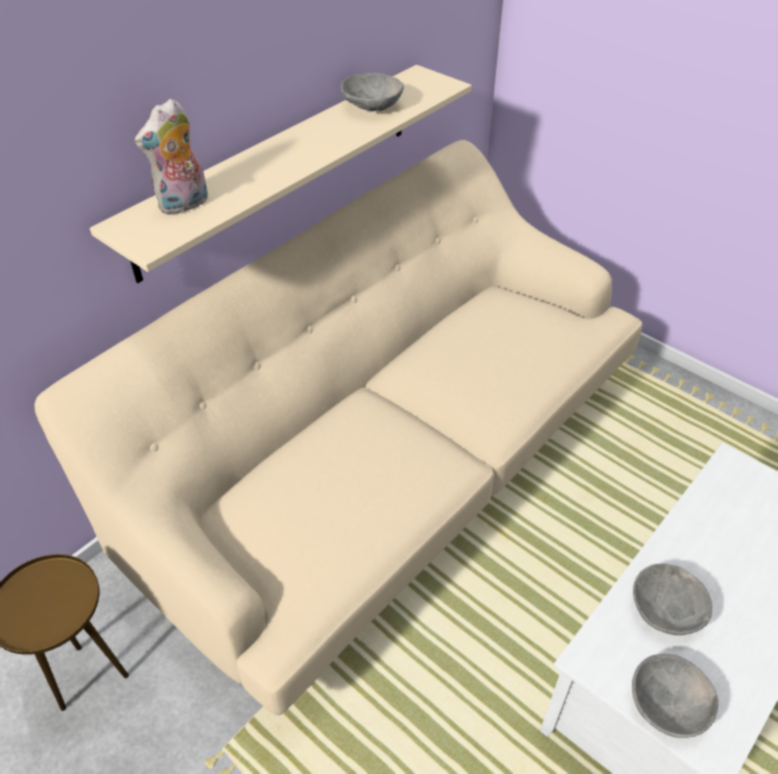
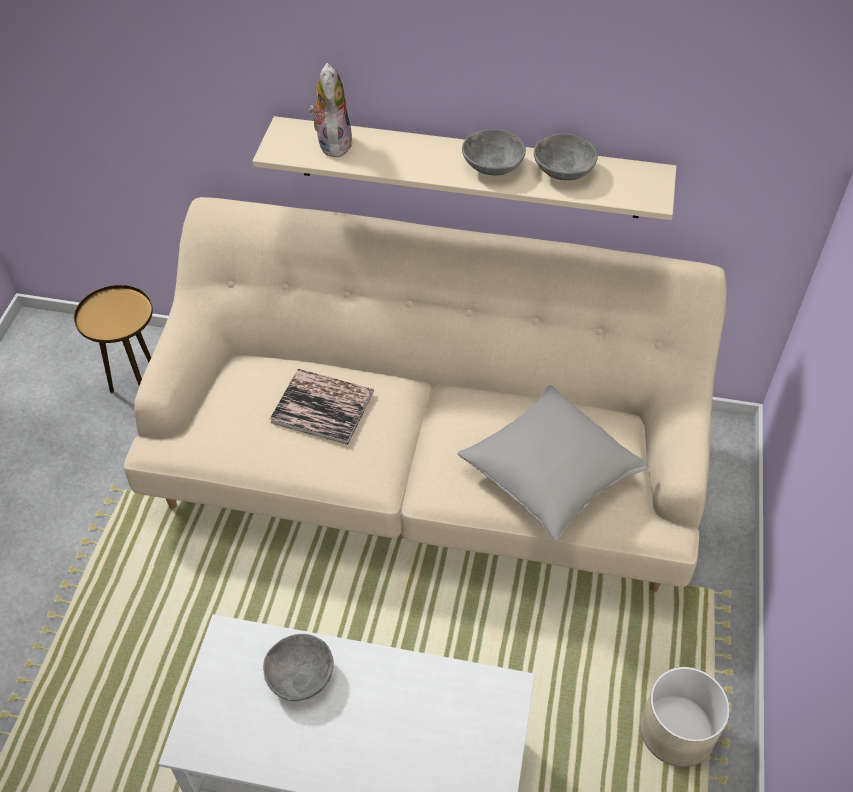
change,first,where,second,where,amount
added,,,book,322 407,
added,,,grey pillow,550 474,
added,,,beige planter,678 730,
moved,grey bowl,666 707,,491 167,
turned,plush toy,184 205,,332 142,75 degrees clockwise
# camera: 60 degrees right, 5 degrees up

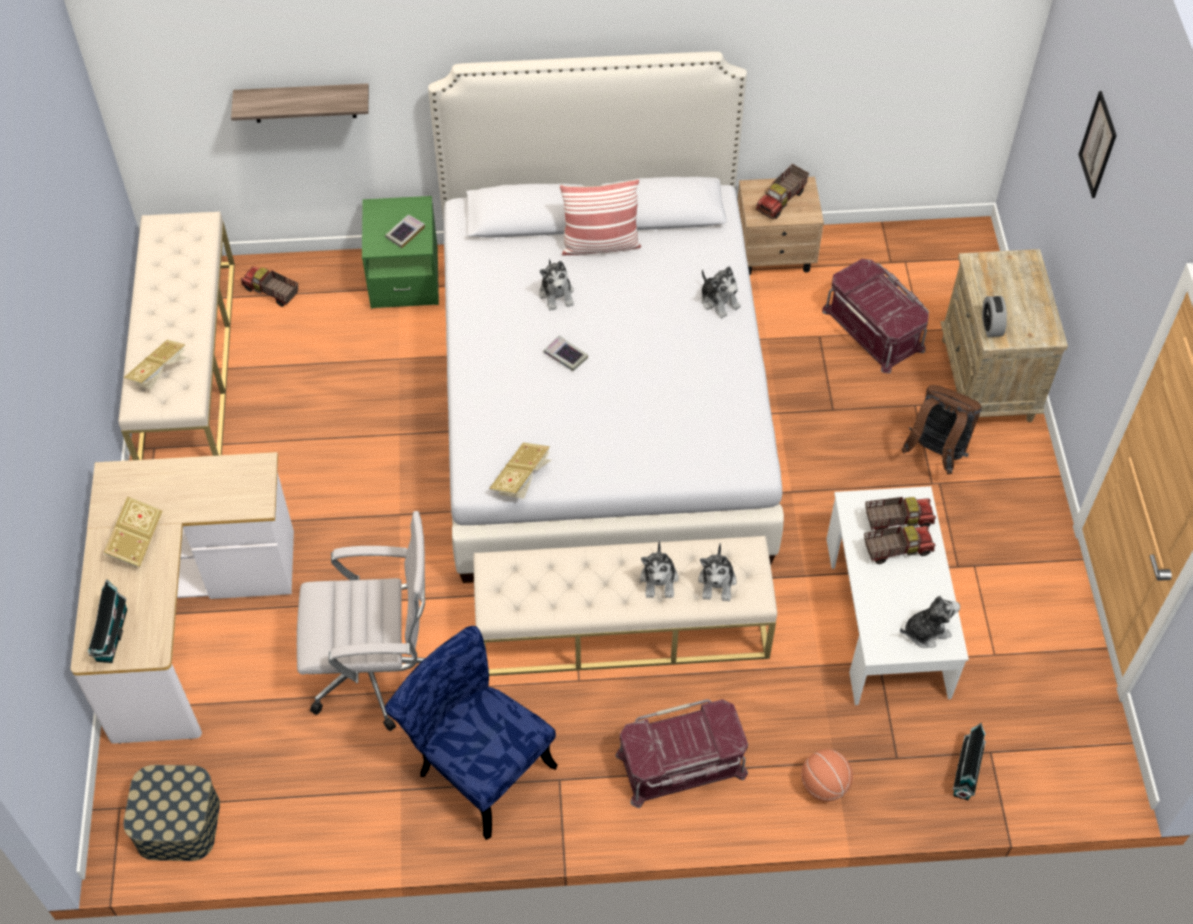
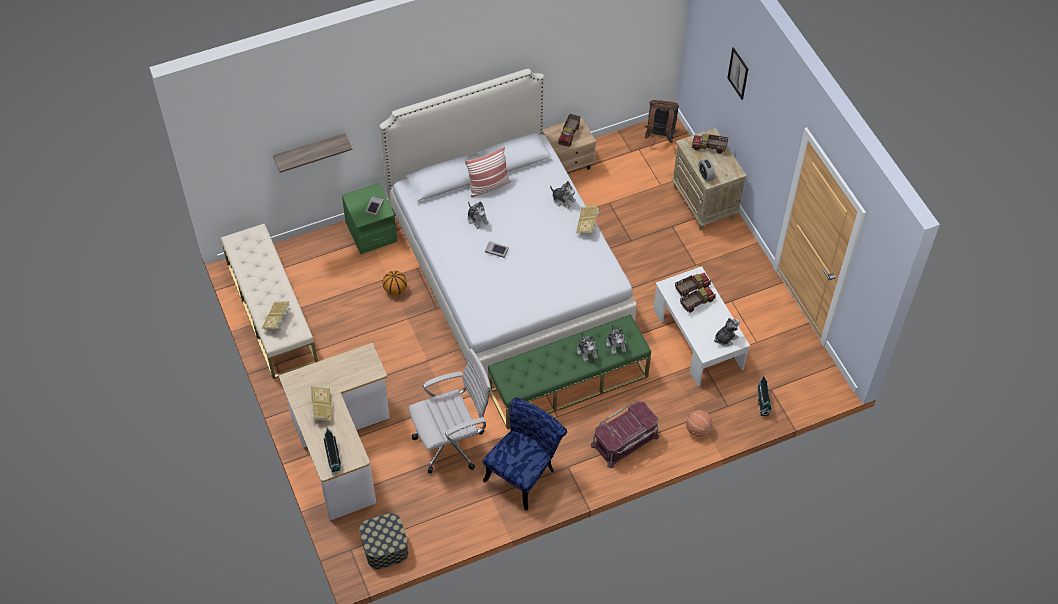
change,first,where,second,where,amount
removed,red storage box,874 328,,,
added,,,basketball,395 289,
moved,toy truck,271 292,,709 147,
moved,book,522 479,,588 225,
moved,brown backpack,935 453,,659 135,
recoloured,beige bench,623 627,green bench,568 383,
turned,blue chair,477 765,,524 472,105 degrees clockwise
# camera: 20 degrees left, 0 degrees up

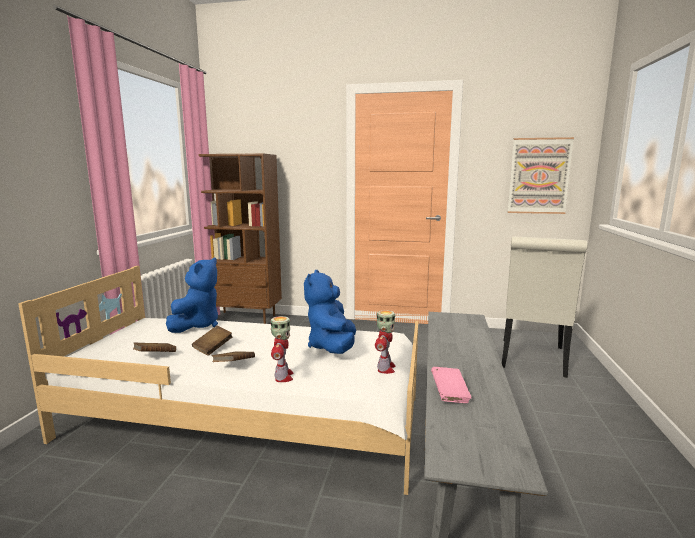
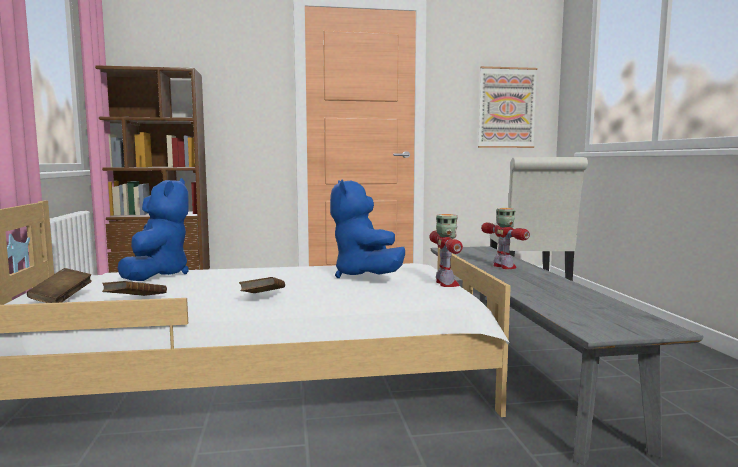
change,first,where,second,where,amount
removed,pink book,450 394,,,
moved,brown book,213 348,,61 299,
moved,toy robot,283 377,,504 267,
# camera: 20 degrees left, 5 degrees down

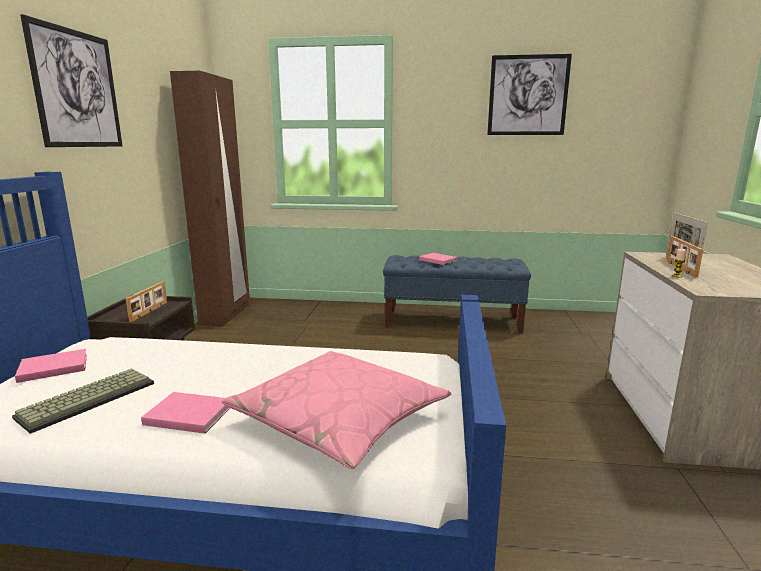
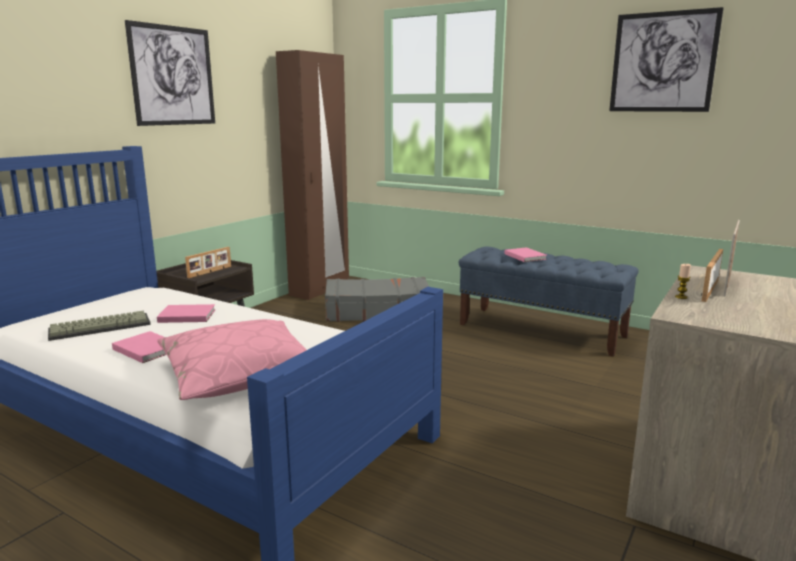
change,first,where,second,where,amount
added,,,grey suitcase,377 311,
moved,pink book,51 368,,186 316,
# camera: 25 degrees right, 0 degrees up

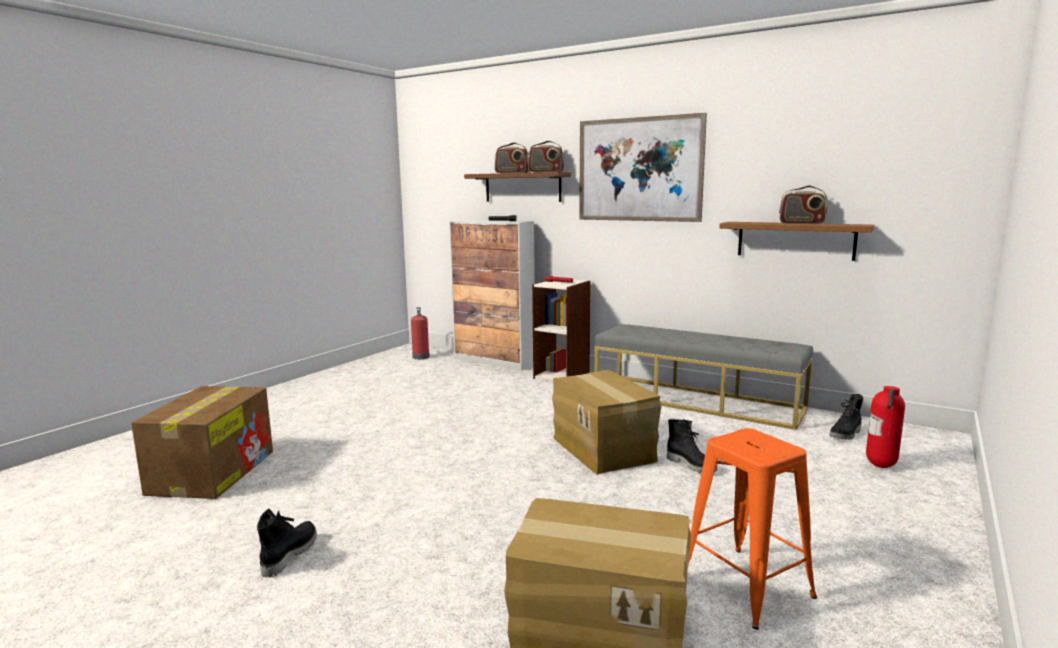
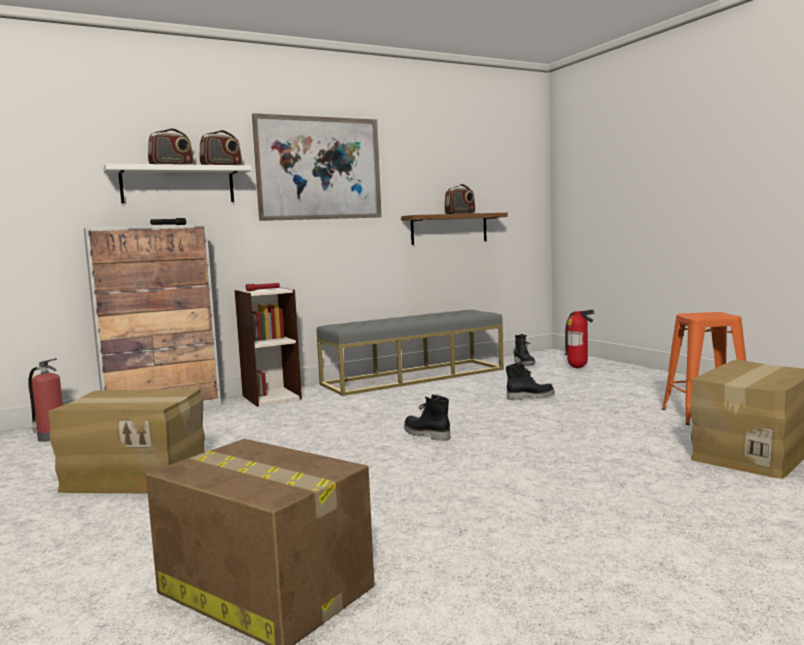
change,first,where,second,where,amount
moved,black boot,288 555,,425 435,
moved,cardboard box,604 449,,136 476,
recoloured,brown shelf,522 187,white shelf,178 185,
# camera: 60 degrees left, 5 degrees down

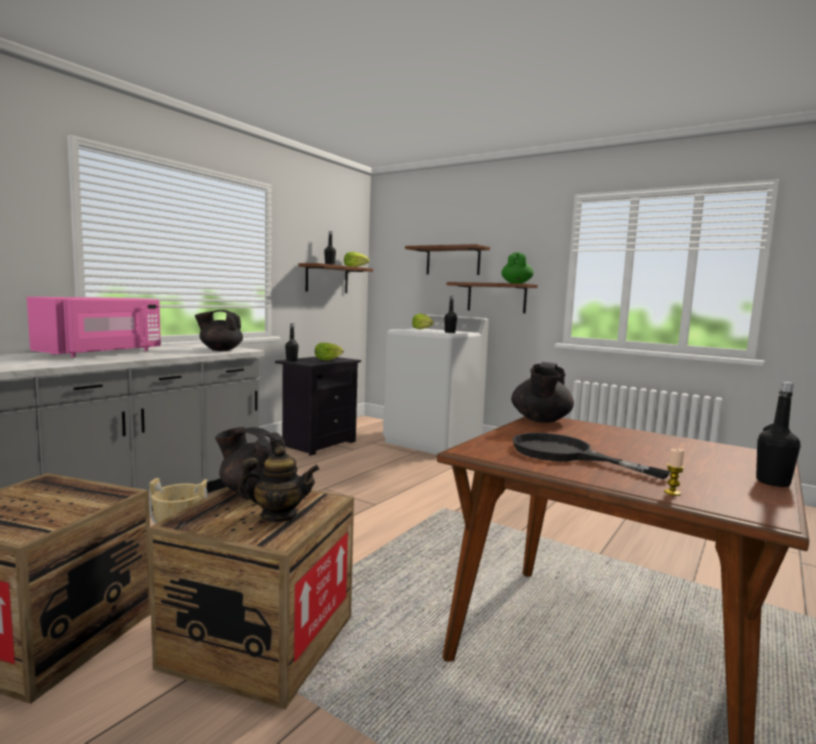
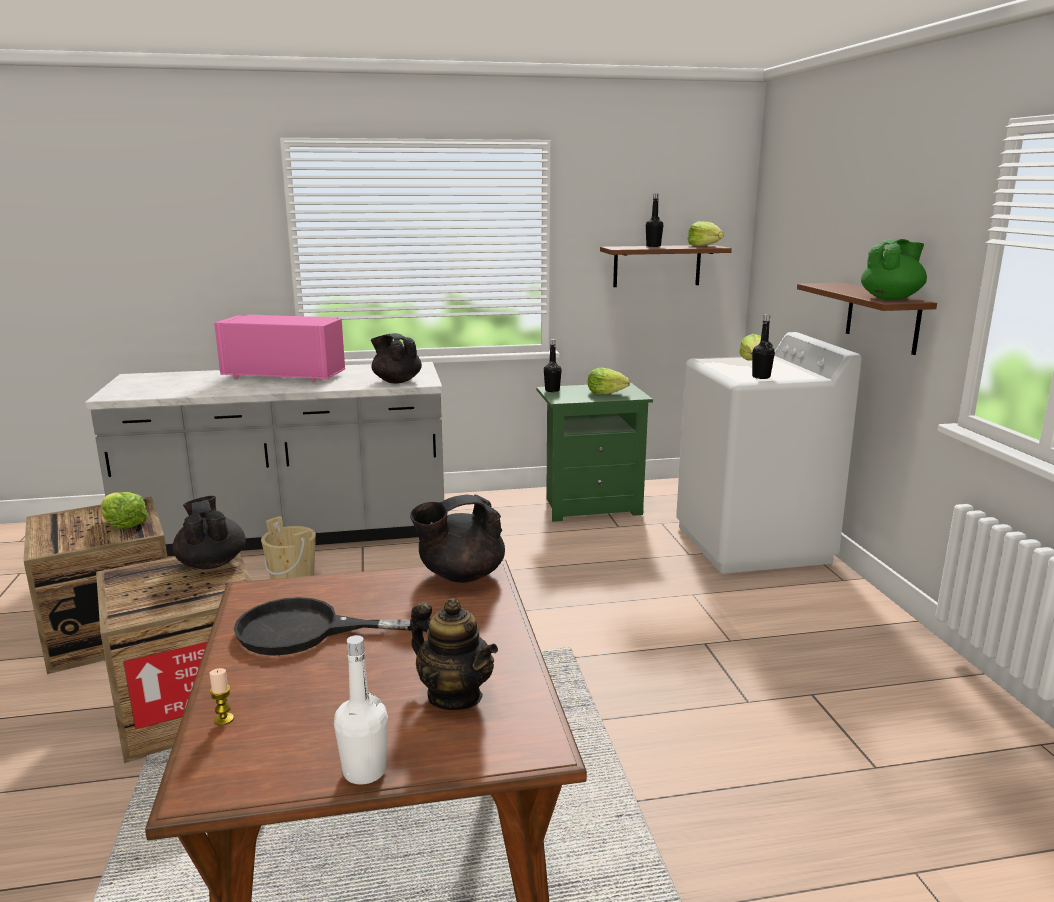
change,first,where,second,where,amount
removed,brown shelf,453 261,,,
added,,,lettuce,124 524,
moved,teapot,279 516,,455 696,
recoloured,black nightstand,318 443,green nightstand,590 506,
recoloured,black bottle,772 482,white bottle,364 771,
turned,pink microwave,103 352,,286 375,150 degrees counterclockwise
turned,black frying pan,564 454,,307 631,90 degrees counterclockwise
# camera: 45 degrees right, 10 degrees up

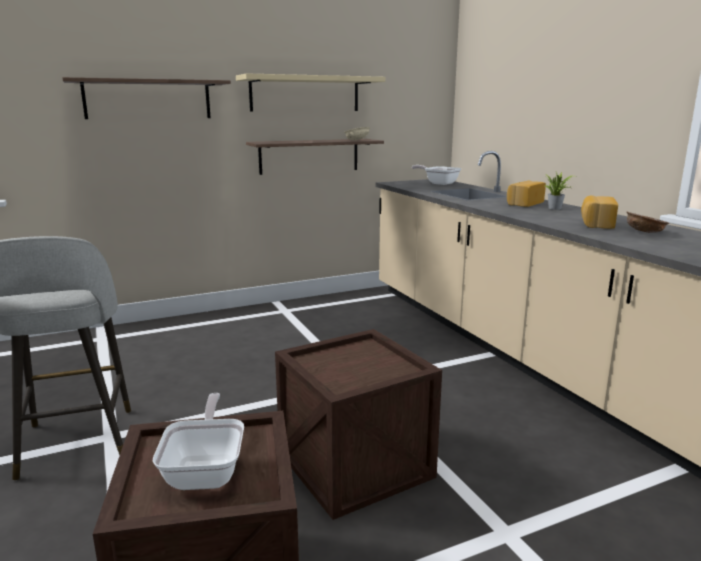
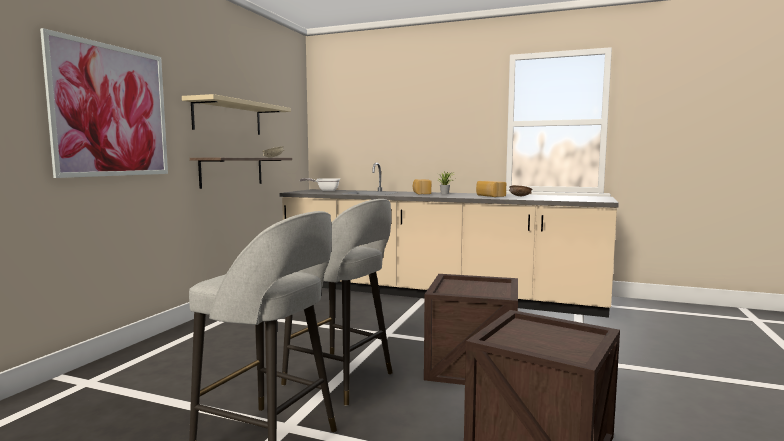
change,first,where,second,where,amount
removed,frying pan,206 470,,,
added,,,grey stool,341 380,
replaced,shelf,148 99,picture,111 111,
# camera: 45 degrees left, 10 degrees down

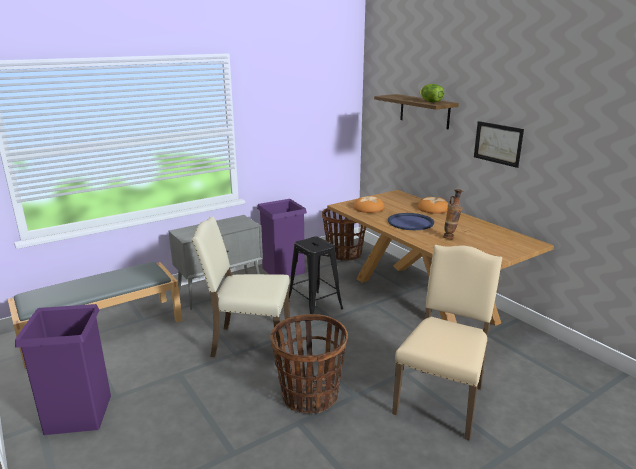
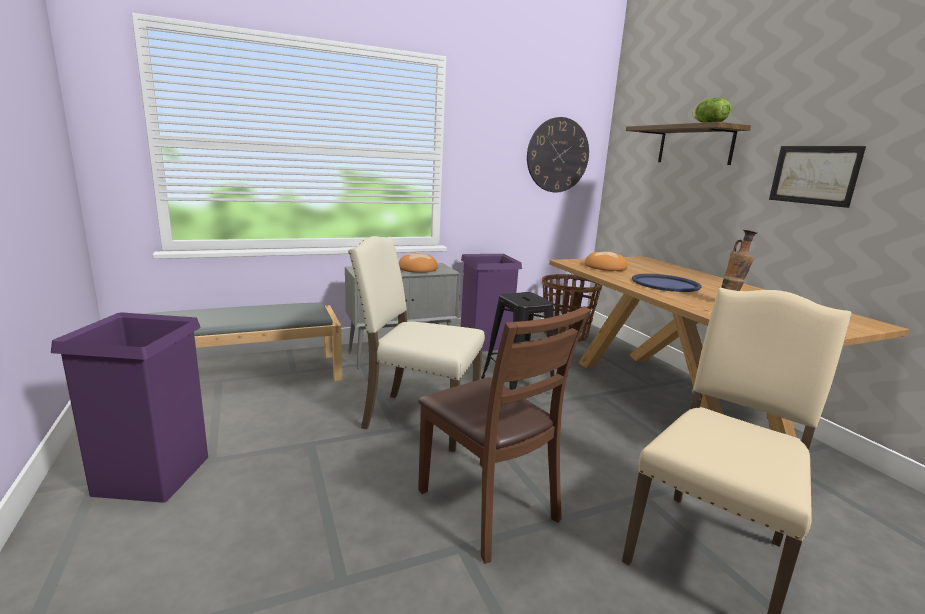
change,first,where,second,where,amount
added,,,wall clock,558 155,
moved,bread,432 209,,417 268,
replaced,basket,309 396,brown chair,487 507,
# camera: 10 degrees right, 5 degrees down

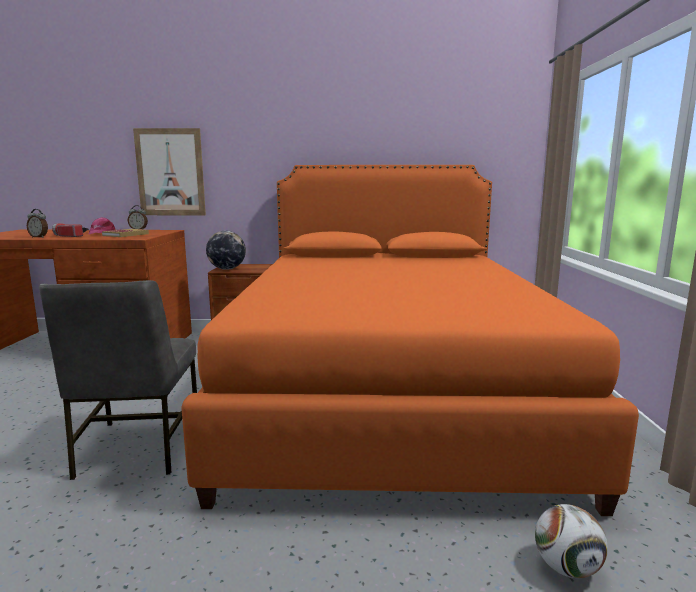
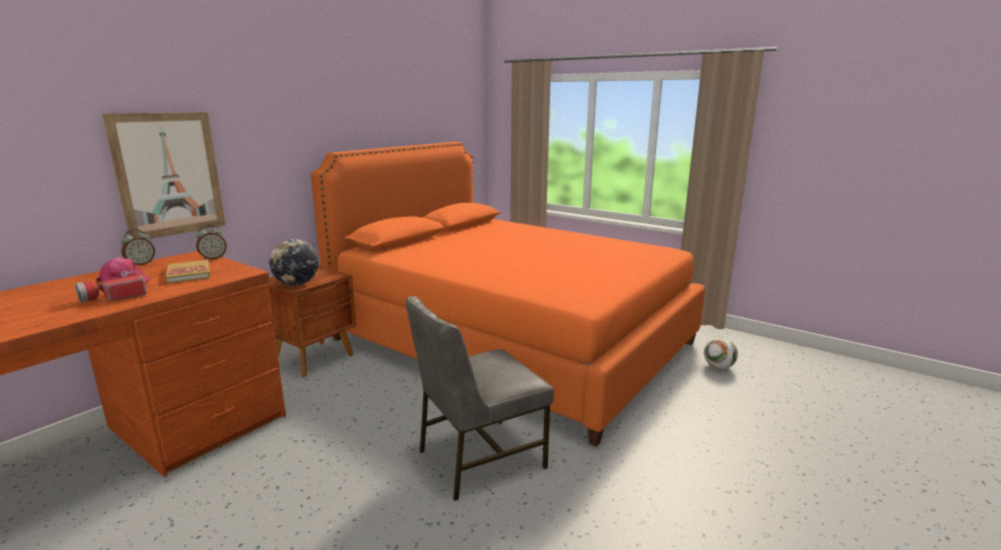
change,first,where,second,where,amount
moved,alarm clock,39 237,,213 258,
turned,grey chair,137 448,,478 458,120 degrees clockwise
# camera: 55 degrees left, 5 degrees up

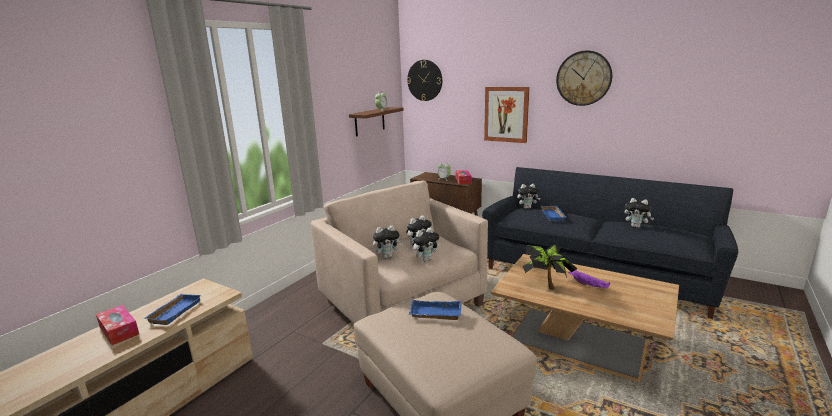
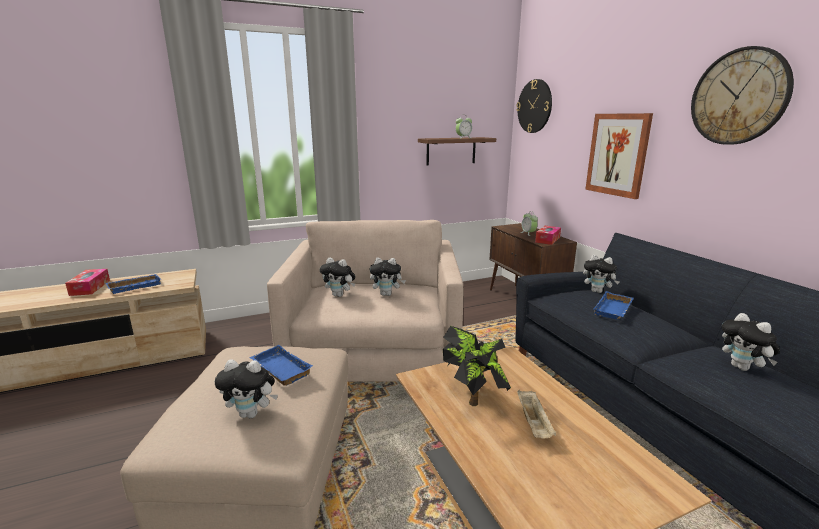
change,first,where,second,where,amount
moved,plush toy,426 259,,251 414,
recoloured,purple tray,589 285,beige tray,534 424,
# camera: 35 degrees right, 0 degrees up

